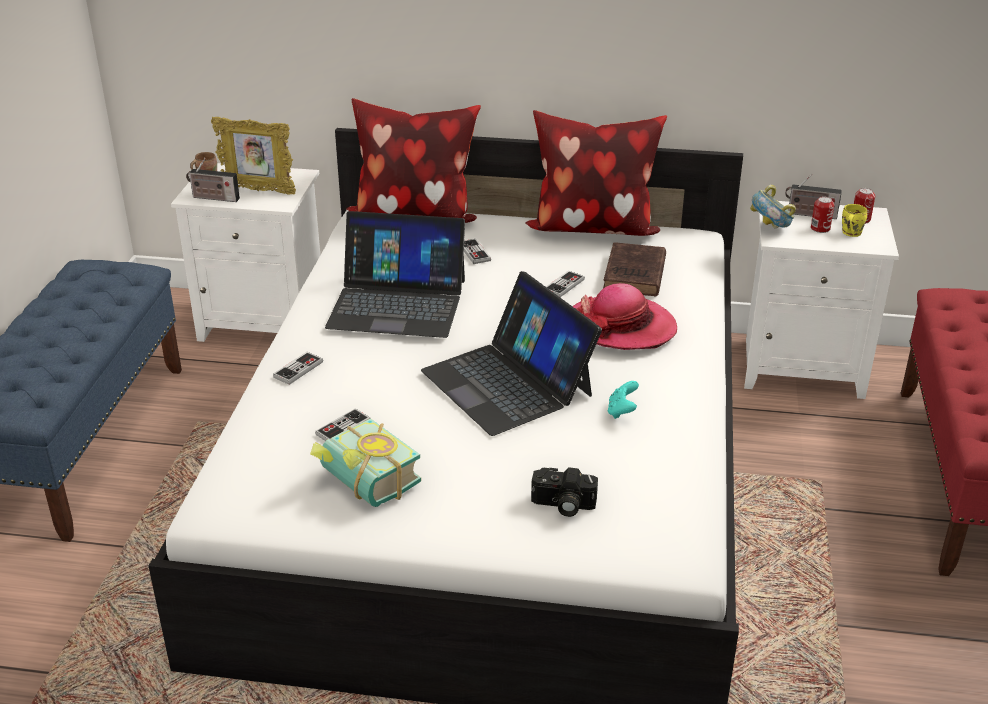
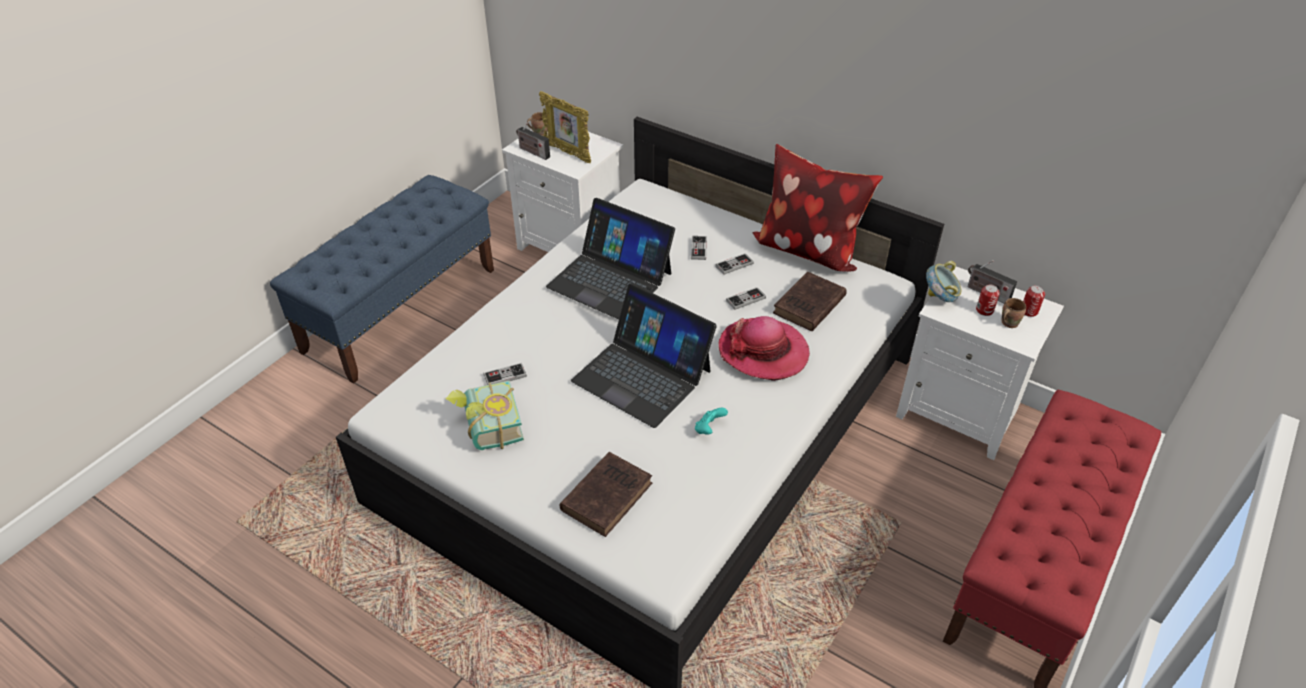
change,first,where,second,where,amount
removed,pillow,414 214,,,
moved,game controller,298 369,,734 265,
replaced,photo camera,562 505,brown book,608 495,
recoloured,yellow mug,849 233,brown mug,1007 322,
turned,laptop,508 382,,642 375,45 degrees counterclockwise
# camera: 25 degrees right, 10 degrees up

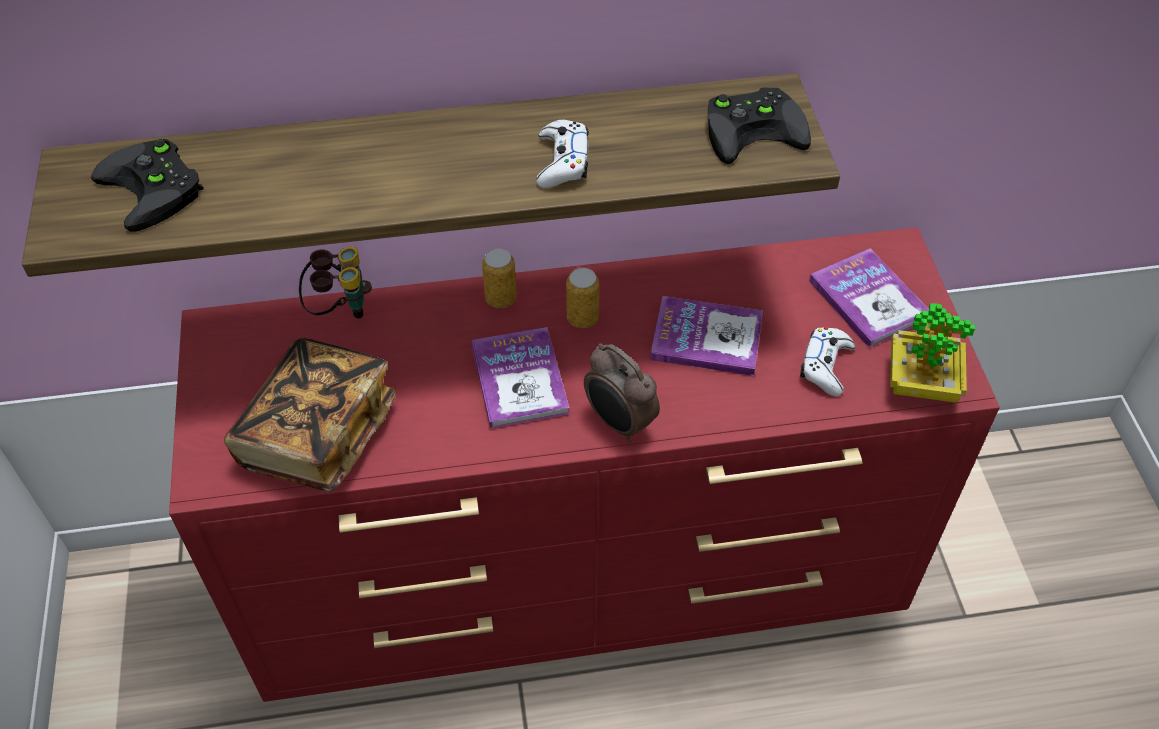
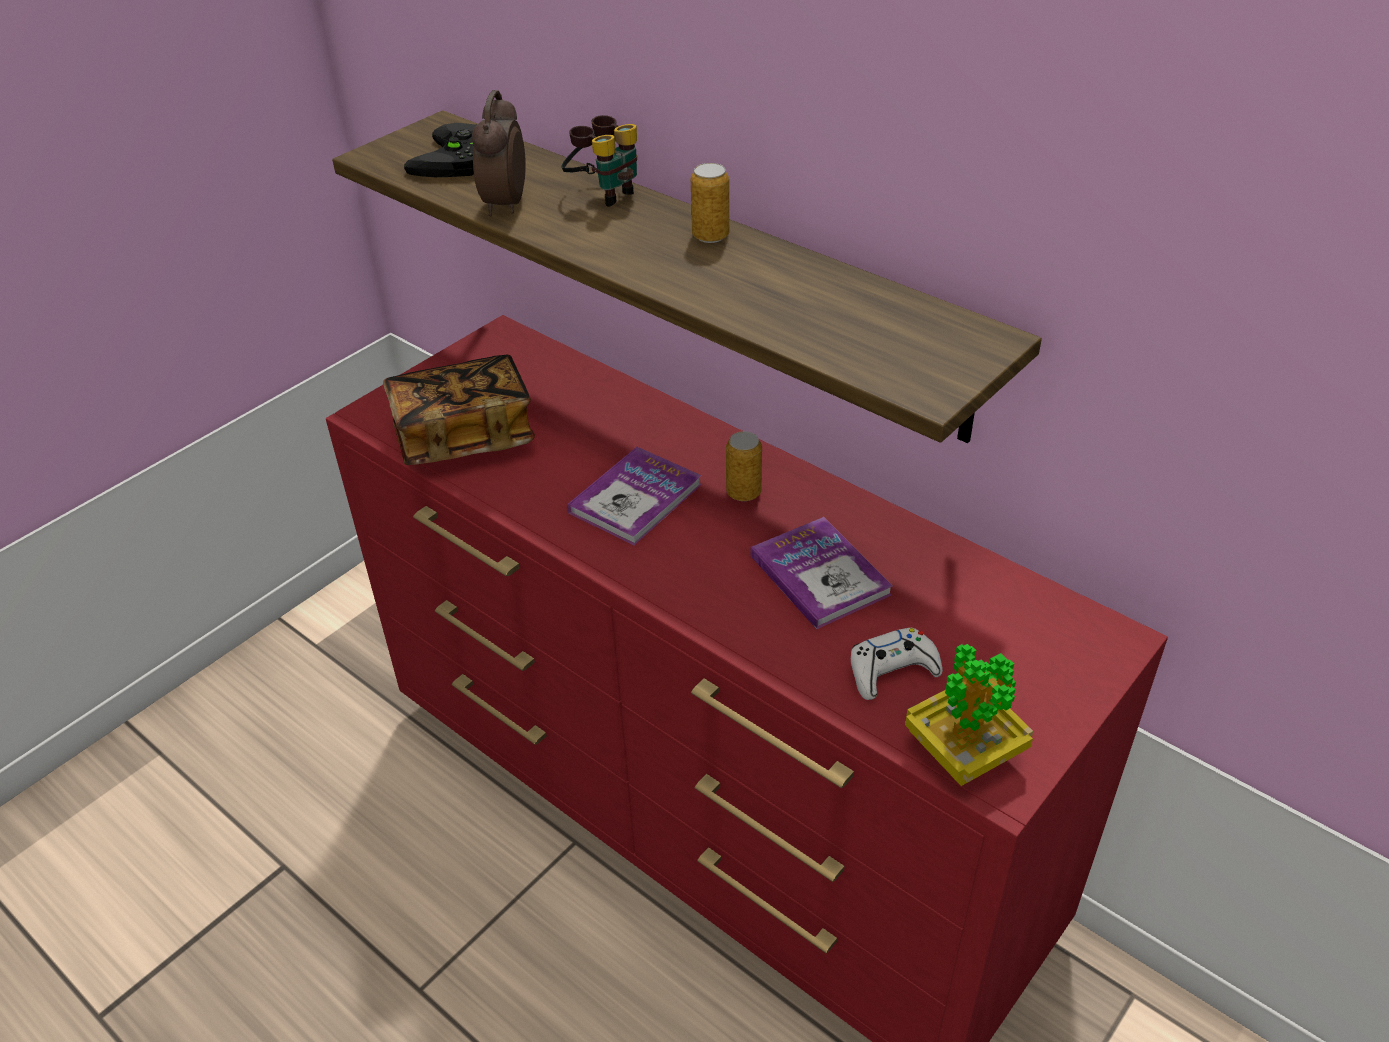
change,first,where,second,where,amount
removed,white game controller,562 162,,,
removed,black game controller,755 128,,,
removed,book,868 300,,,
moved,binoculars,339 308,,604 193,
moved,can,500 298,,710 236,
moved,alarm clock,619 423,,503 205,
# camera: 50 degrees right, 10 degrees down

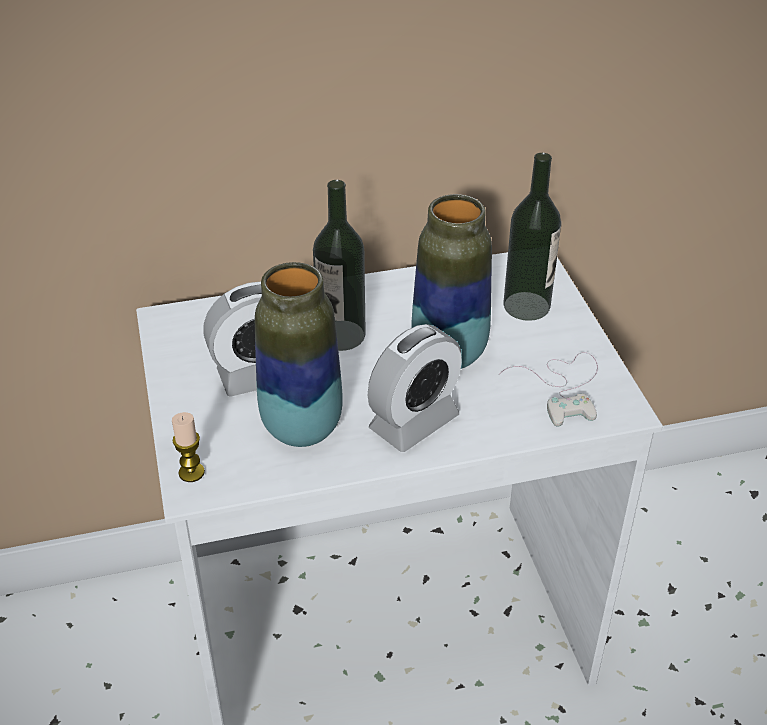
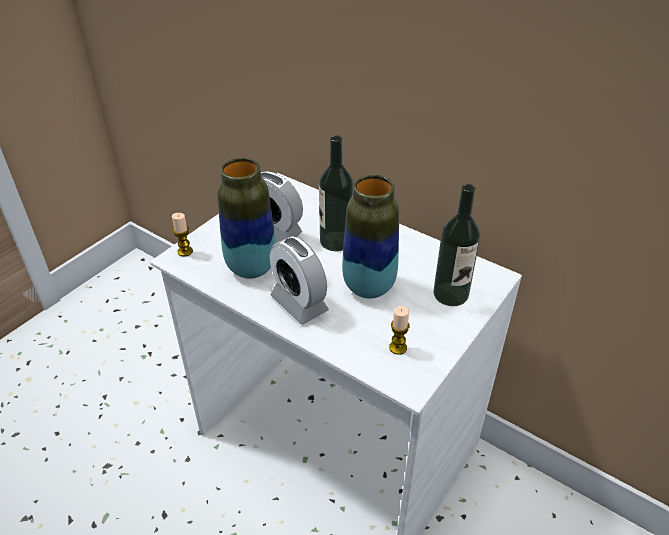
change,first,where,second,where,amount
replaced,white game controller,563 387,candle,398 347,
turned,alarm clock,414 422,,299 303,45 degrees clockwise
# camera: 50 degrees right, 0 degrees up

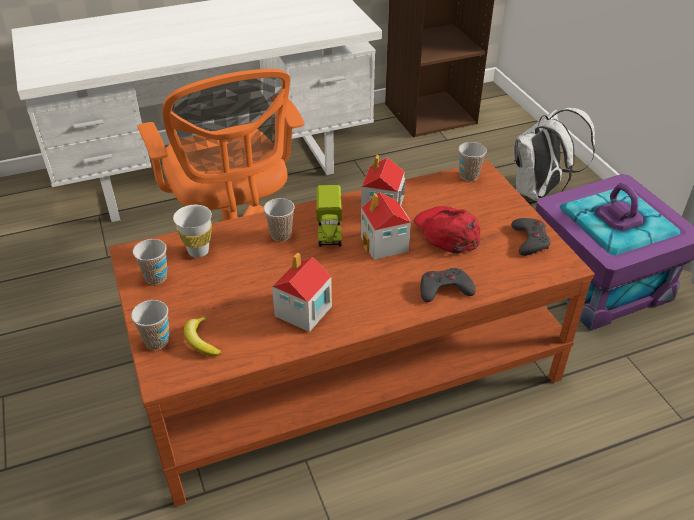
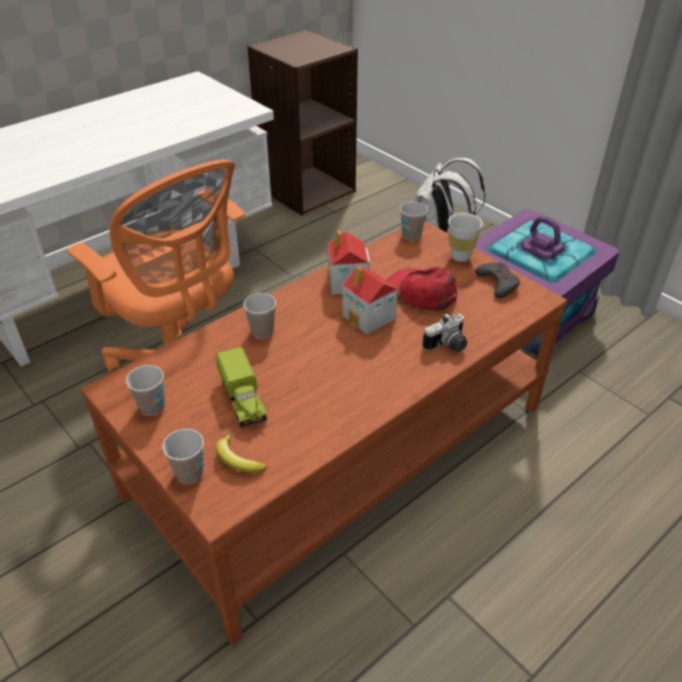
change,first,where,second,where,amount
removed,toy house,303 312,,,
moved,white cup,198 251,,460 257,
moved,toy truck,329 228,,243 400,
replaced,grey game controller,444 289,photo camera,448 346,
# camera: 20 degrees left, 0 degrees up

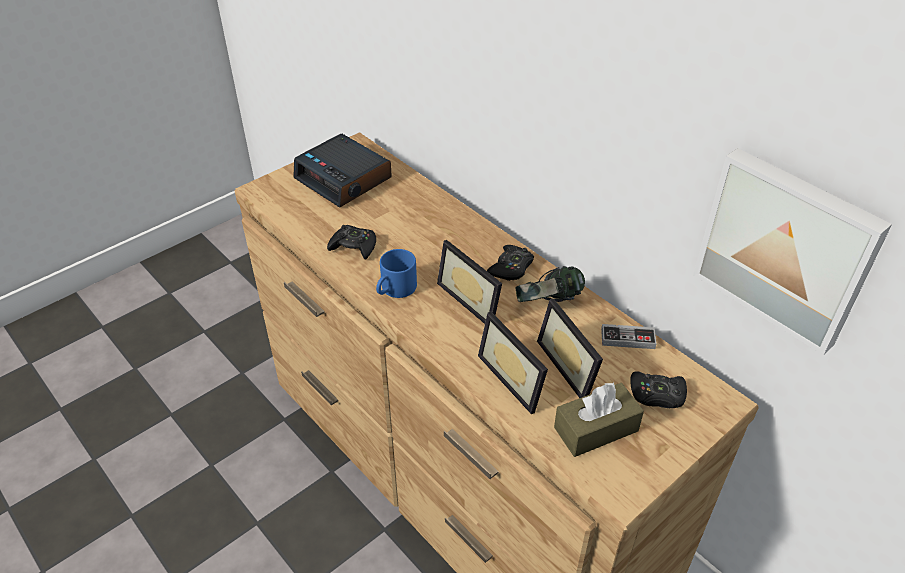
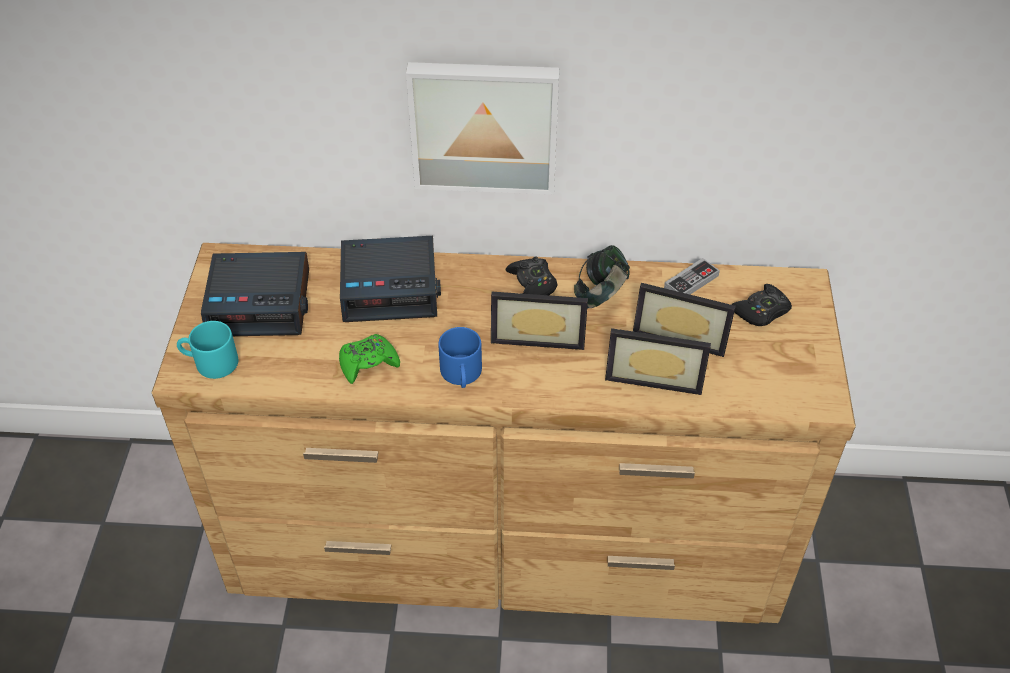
change,first,where,second,where,amount
removed,brown tissue box,596 429,,,
added,,,turquoise mug,209 363,
added,,,alarm clock,391 287,
moved,picture,786 248,,484 125,
recoloured,black game controller,354 246,green game controller,368 363,
# camera: 45 degrees left, 5 degrees up

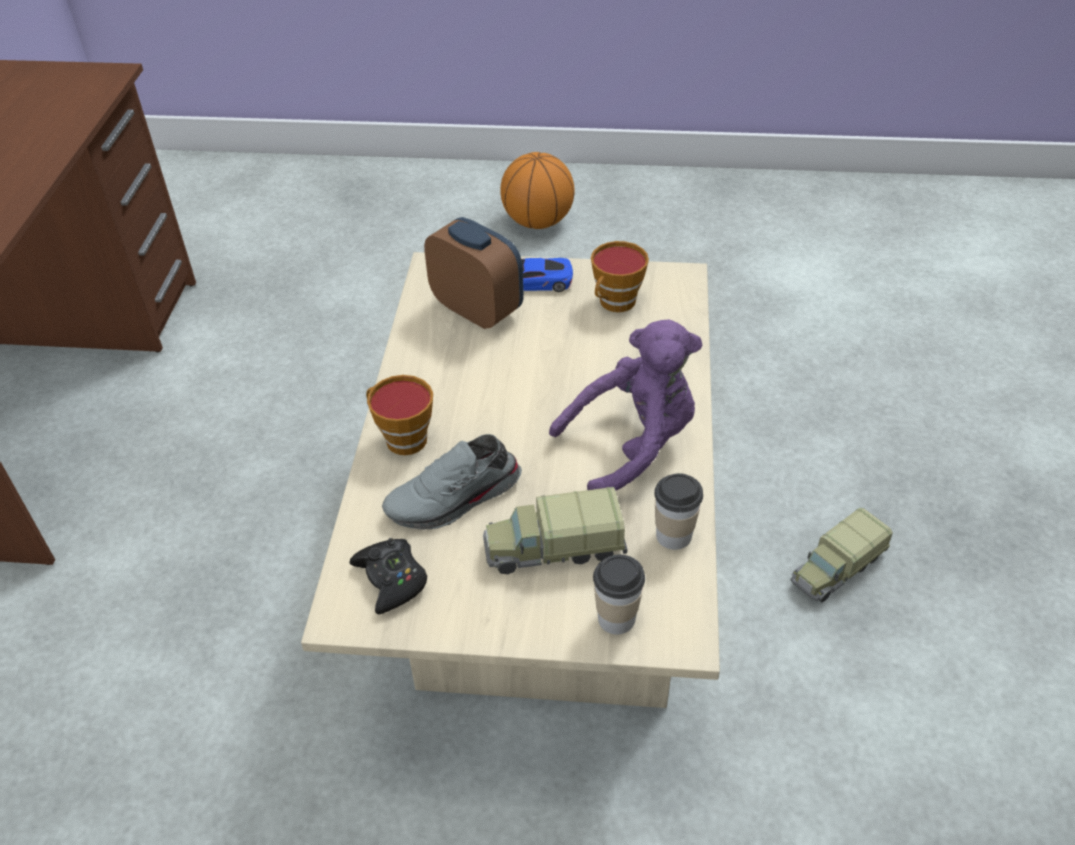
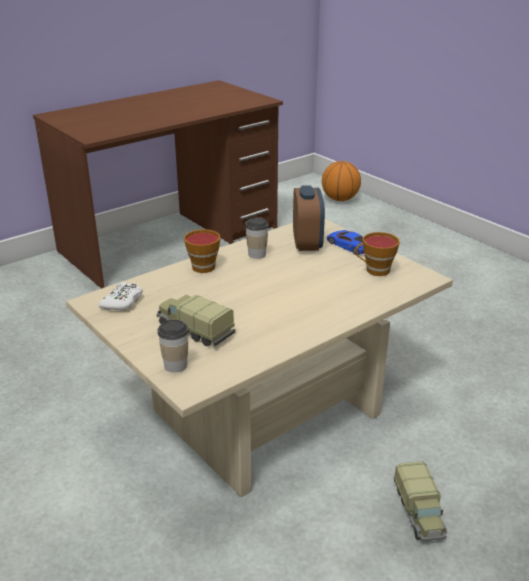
change,first,where,second,where,amount
removed,grey shoe,455 499,,,
removed,purple plush toy,632 446,,,
moved,basketball,538 221,,340 199,
moved,cup,674 535,,257 254,
recoloured,black game controller,391 579,white game controller,123 302,
turned,toy truck,836 569,,419 512,105 degrees counterclockwise
# camera: 45 degrees right, 15 degrees down

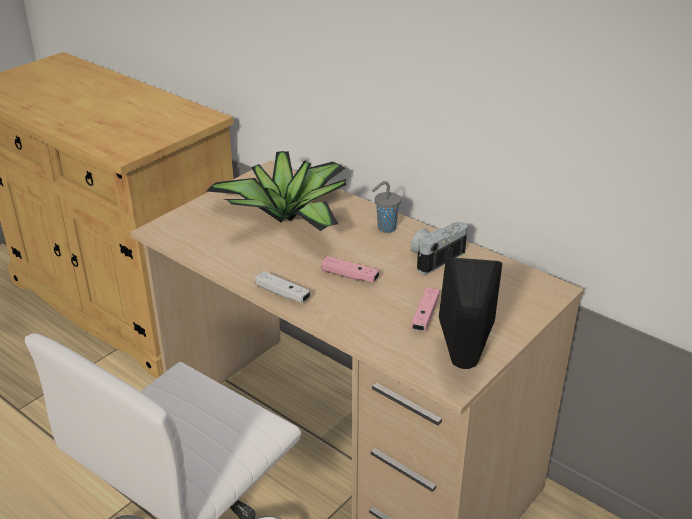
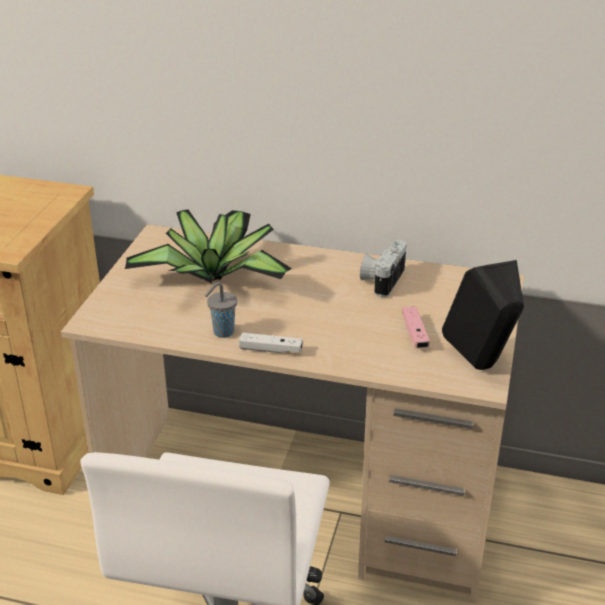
change,first,where,second,where,amount
removed,pink game controller,349 276,,,
moved,grey cup,385 228,,222 332,
# camera: 25 degrees left, 0 degrees up

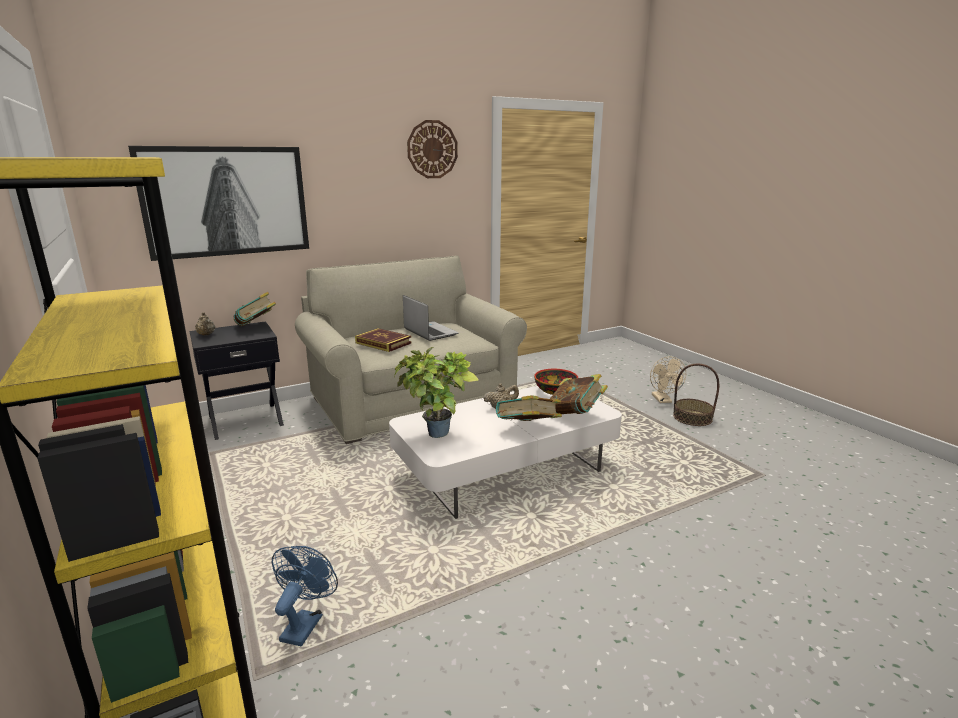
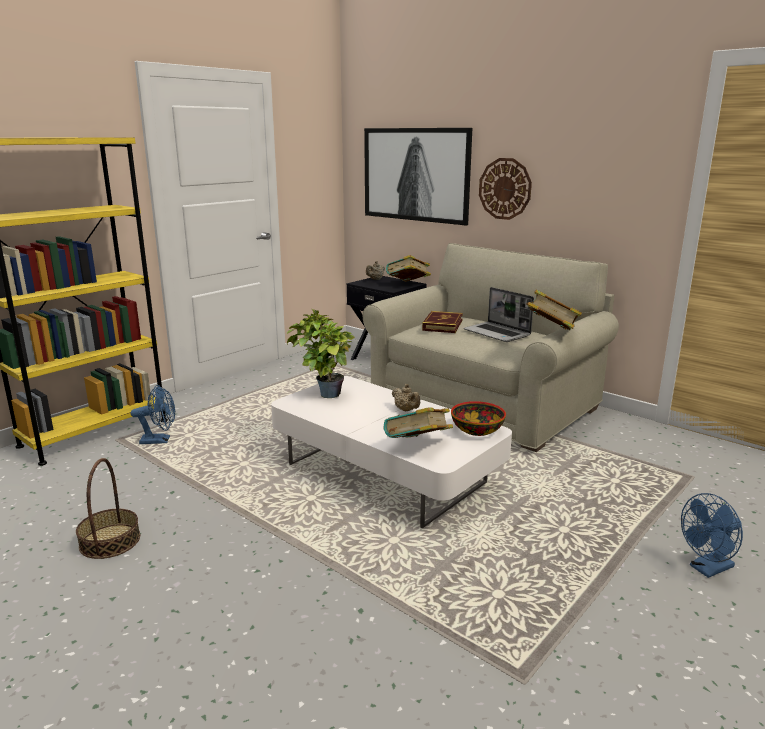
change,first,where,second,where,amount
moved,wall clock,432 149,,505 189,
moved,book,527 430,,550 332,
moved,basket,692 418,,110 541,
recoloured,beige fan,663 400,blue fan,707 569,
turned,laptop,429 332,,498 333,105 degrees clockwise
# camera: 70 degrees right, 0 degrees up

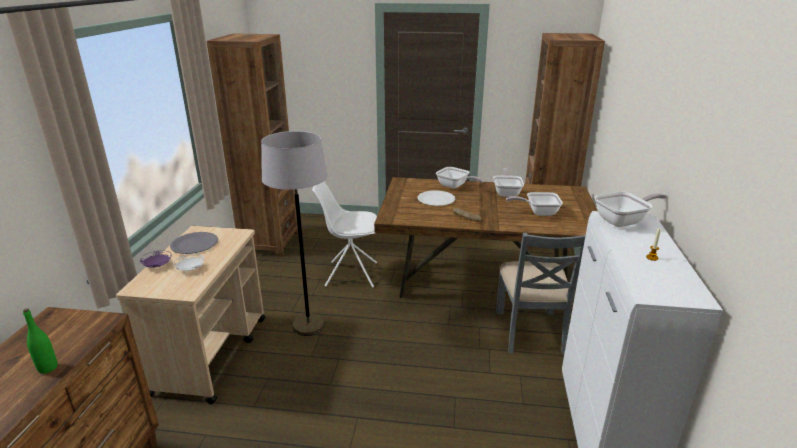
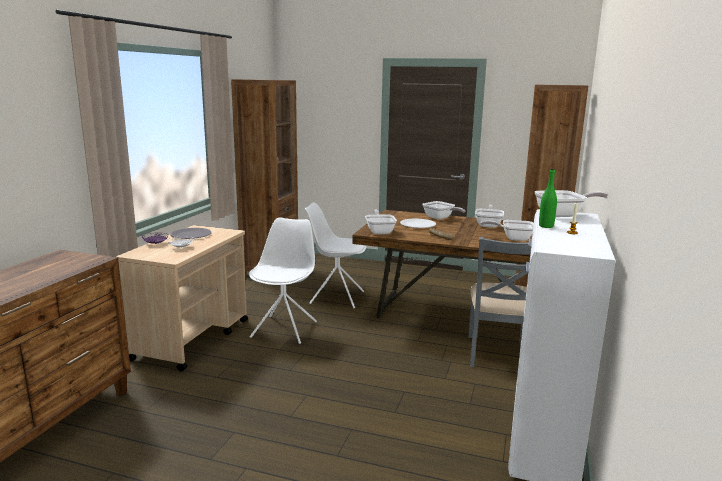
change,first,where,second,where,amount
added,,,frying pan,380 231,
moved,green bottle,48 368,,546 226,
replaced,grey floor lamp,308 326,white chair,285 329,
# camera: 10 degrees right, 10 degrees down

